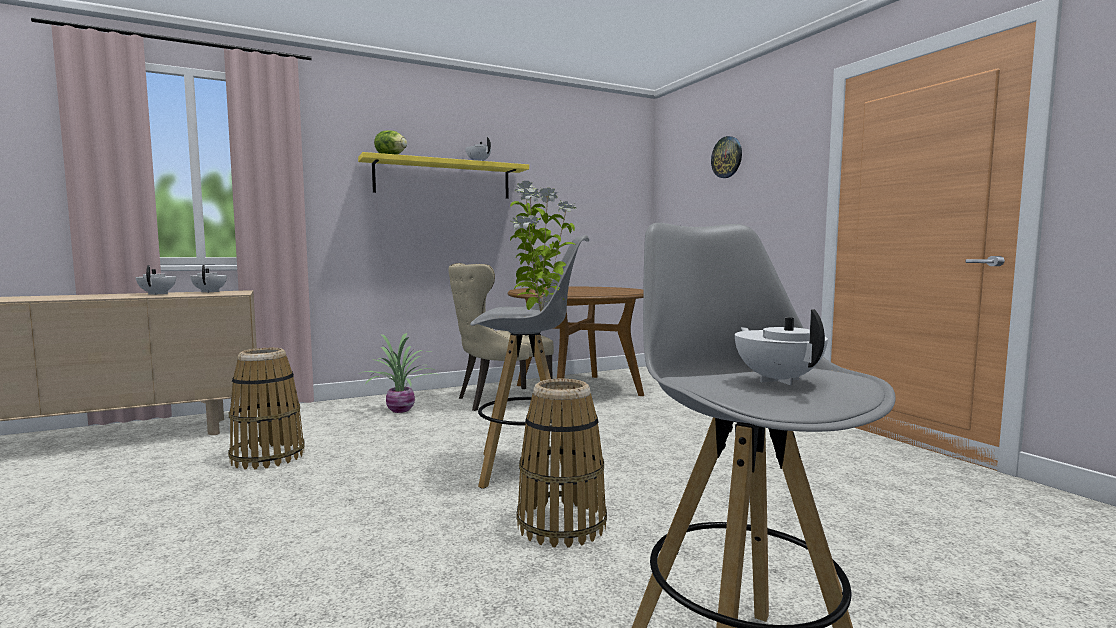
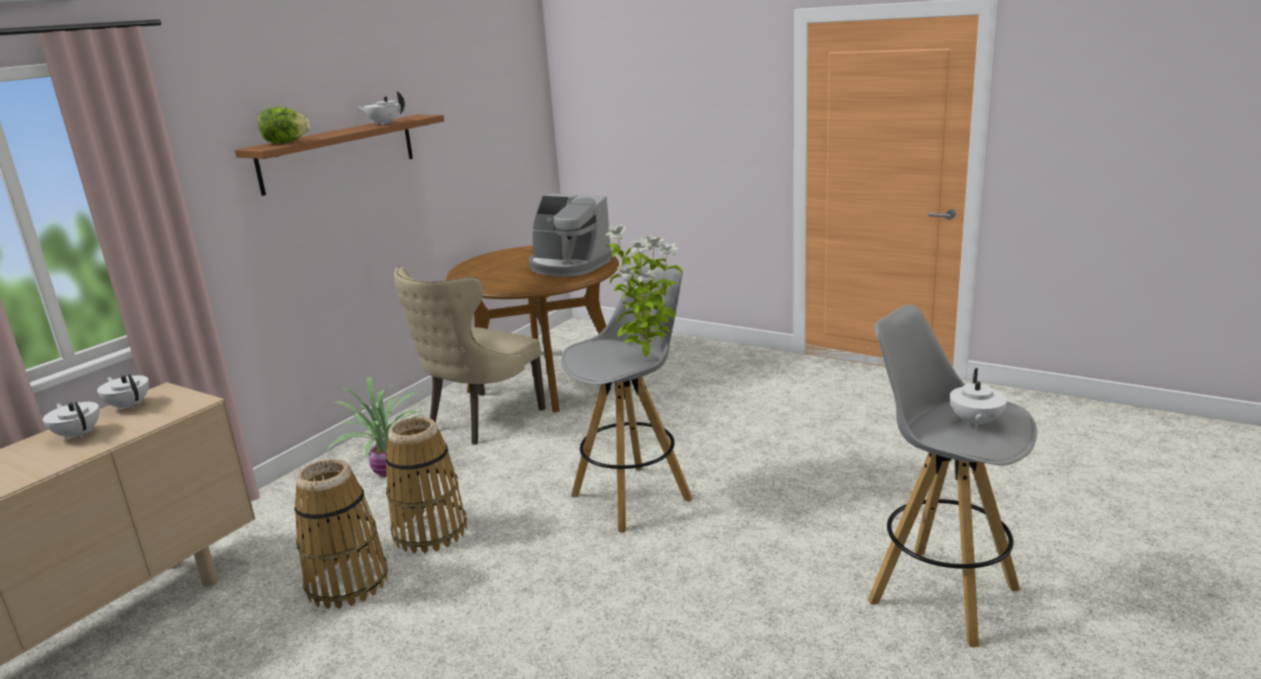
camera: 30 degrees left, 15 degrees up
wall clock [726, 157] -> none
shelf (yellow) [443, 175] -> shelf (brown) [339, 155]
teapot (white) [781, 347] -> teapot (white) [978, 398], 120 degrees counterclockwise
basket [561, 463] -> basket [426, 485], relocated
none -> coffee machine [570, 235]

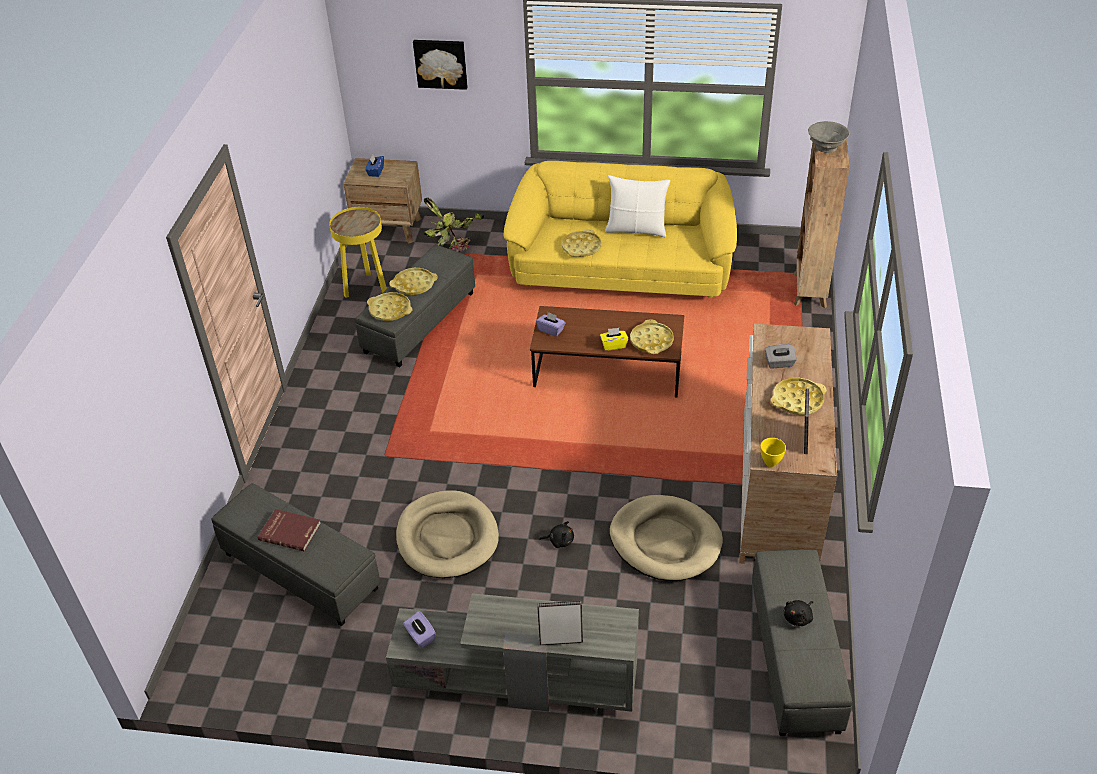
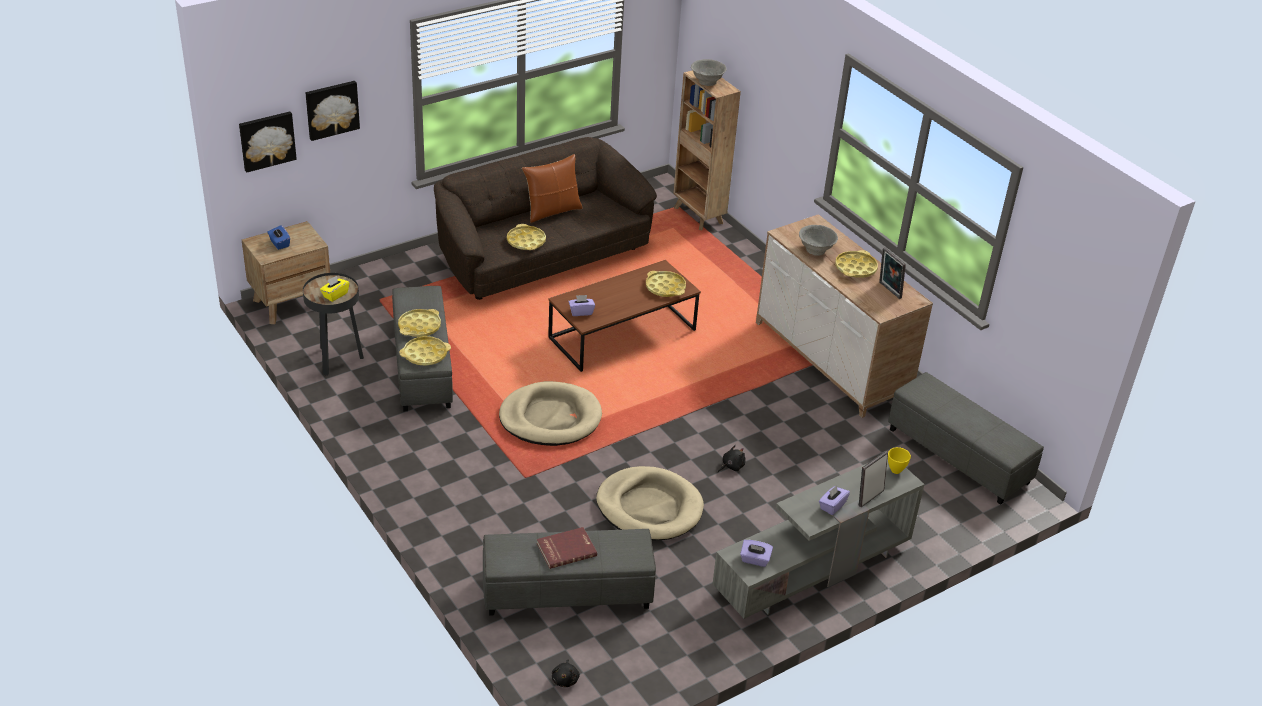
camera: 45 degrees left, 5 degrees down
sofa (yellow) [620, 229] -> sofa (brown) [545, 218]
pillow (white) [637, 206] -> pillow (brown) [552, 188]
potted plant [454, 224] -> none
side table (yellow) [358, 252] -> side table (black) [333, 324]
tissue box (yellow) [614, 339] -> tissue box (yellow) [334, 288], relocated
tissue box (grey) [781, 356] -> bowl (grey) [818, 240]
bowl (yellow) [773, 452] -> bowl (yellow) [899, 460], relocated
dog bed (beige) [666, 538] -> dog bed (beige) [550, 413], relocated
plush toy (black) [799, 613] -> plush toy (black) [566, 673], relocated
none -> picture [268, 142]
none -> tissue box (purple) [834, 500]

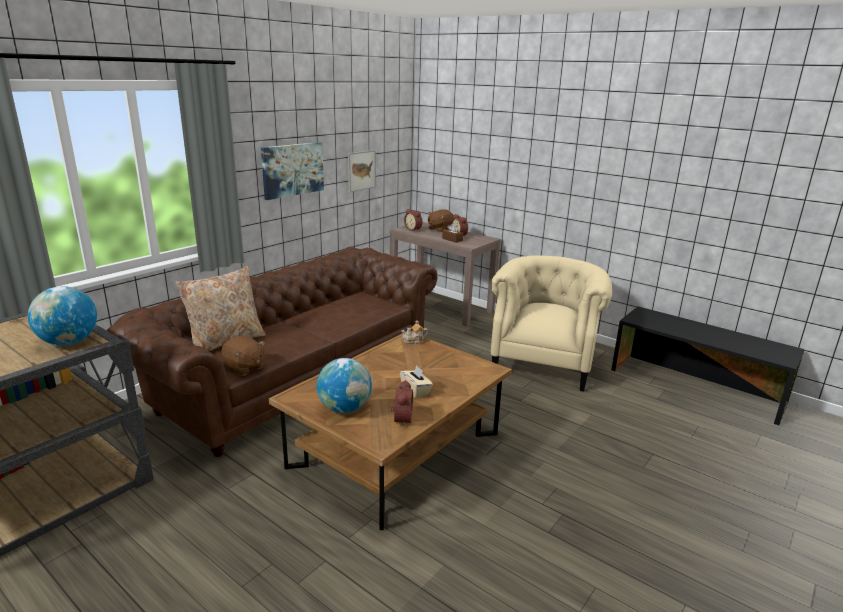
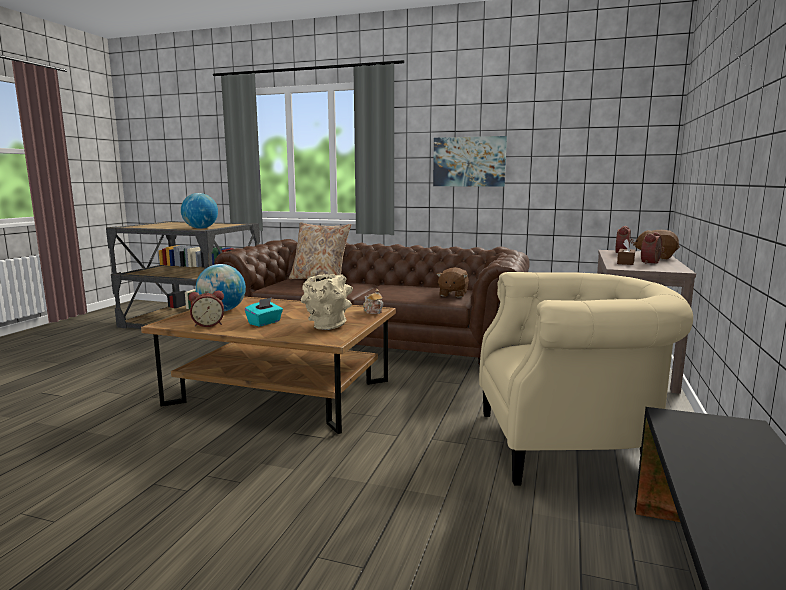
camera: 70 degrees right, 10 degrees down
picture [362, 171] -> none
plush toy (brown) [243, 356] -> plush toy (brown) [452, 282], relocated
tissue box (beige) [416, 381] -> tissue box (turquoise) [264, 312]
none -> vase (beige) [327, 302]

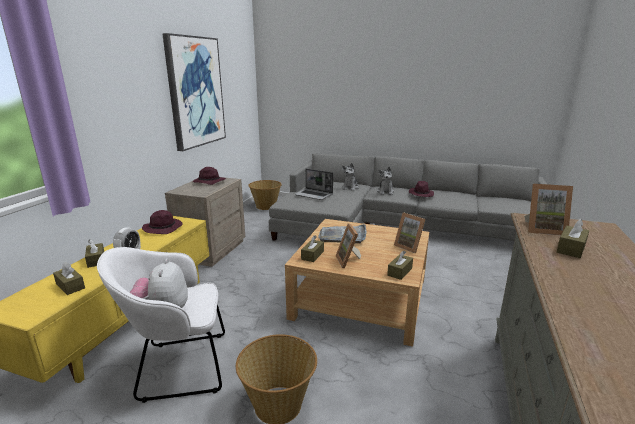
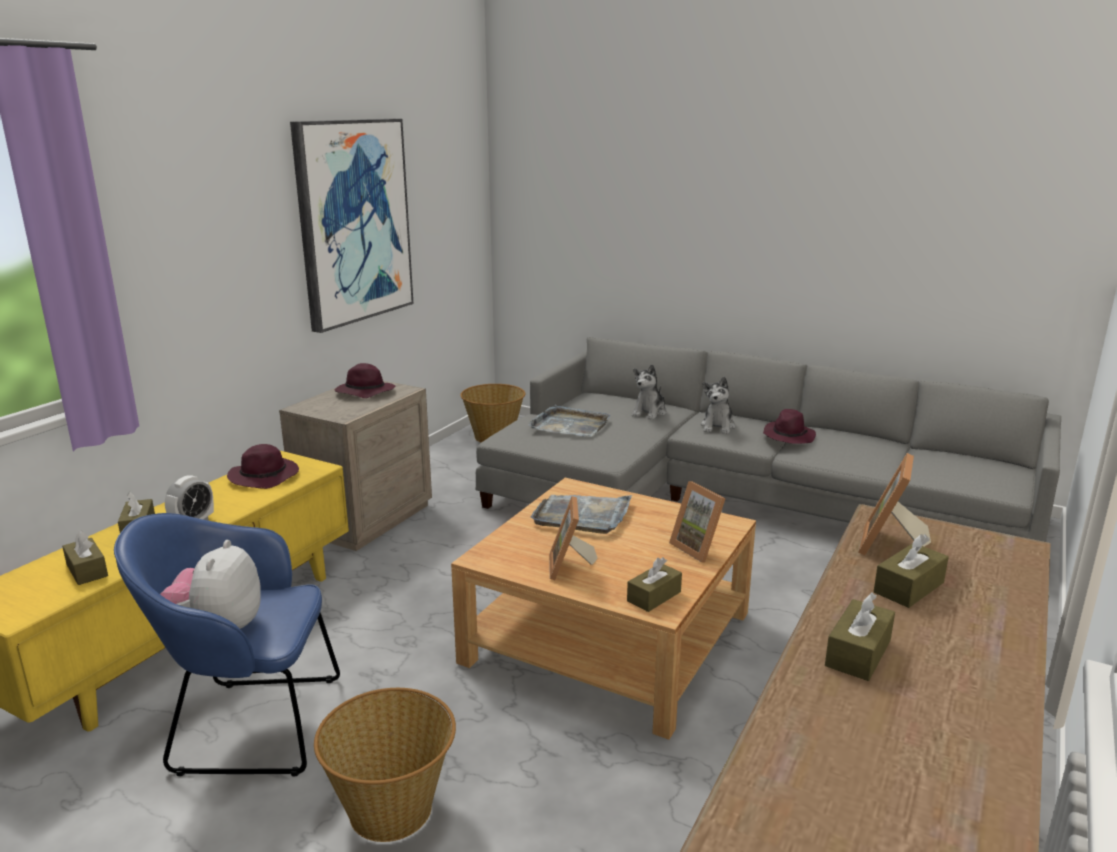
camera: 10 degrees right, 0 degrees up
laptop [313, 184] -> tray (grey) [569, 421]
picture frame [548, 210] -> picture frame [894, 504], 90 degrees clockwise
tissue box (brown) [312, 249] -> tissue box (brown) [860, 636], relocated
armchair (white) [161, 325] -> armchair (blue) [227, 645]

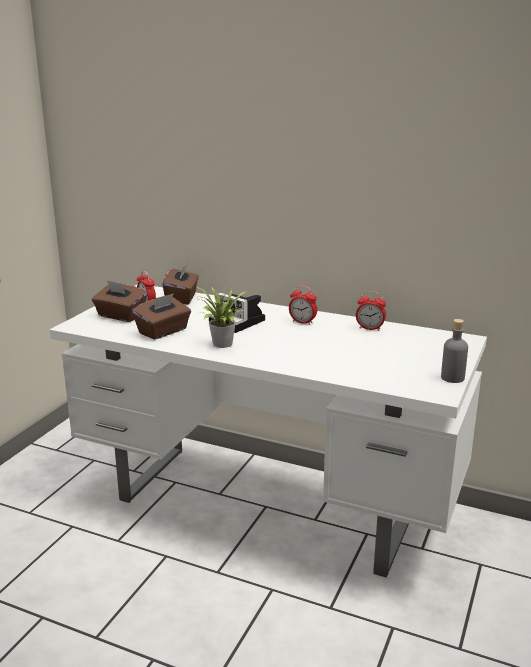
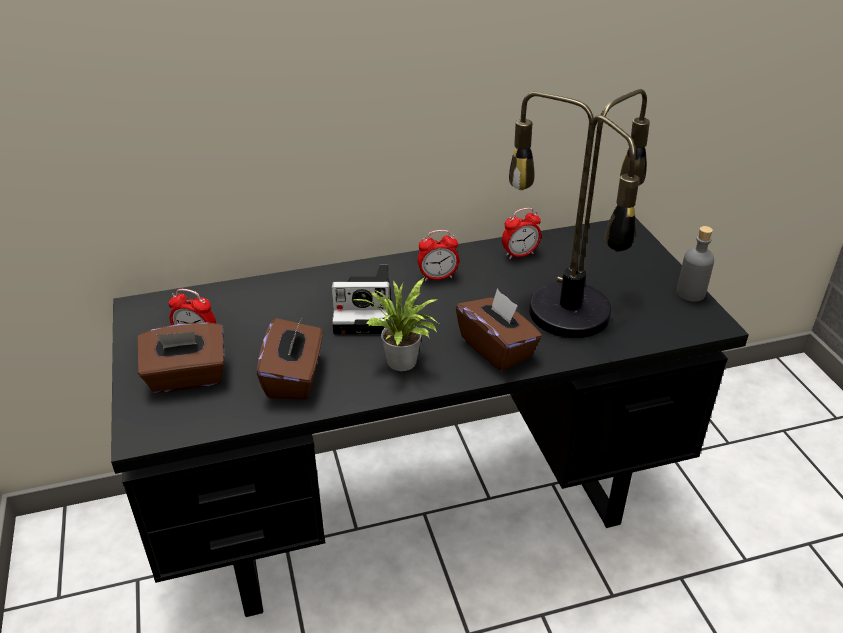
camera: 40 degrees left, 15 degrees up
tissue box (brown) [180, 283] -> tissue box (brown) [499, 329], relocated
desk (white) [268, 431] -> desk (black) [430, 417]
none -> table lamp [579, 213]

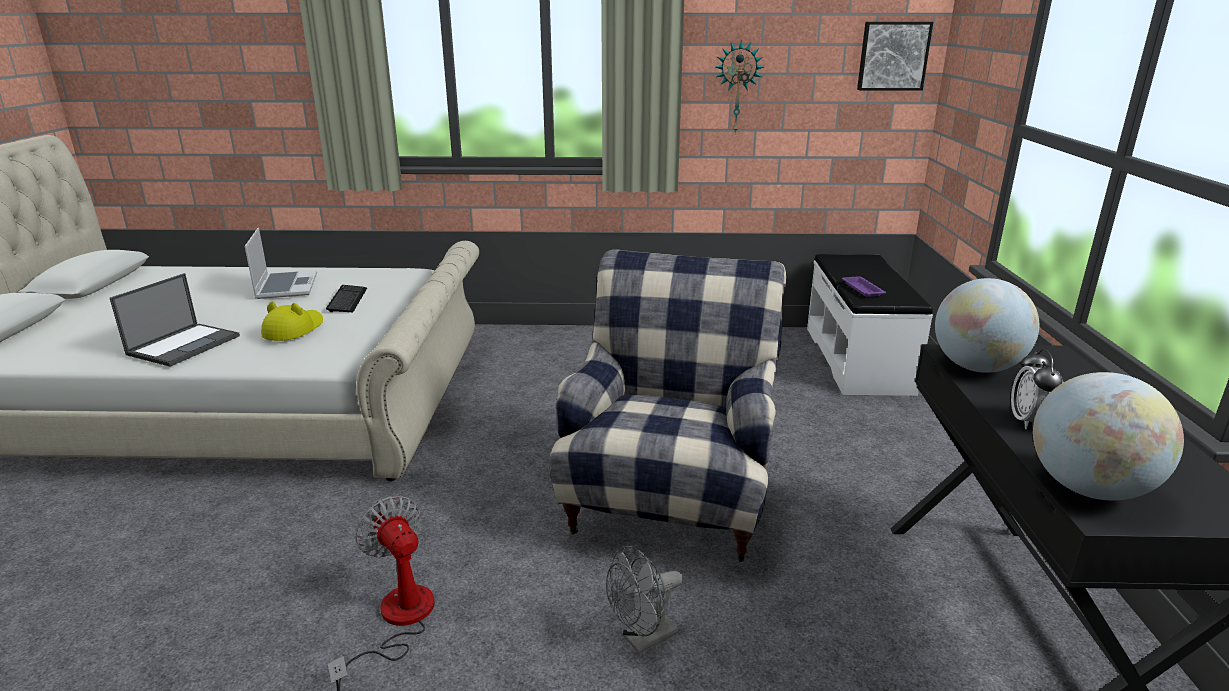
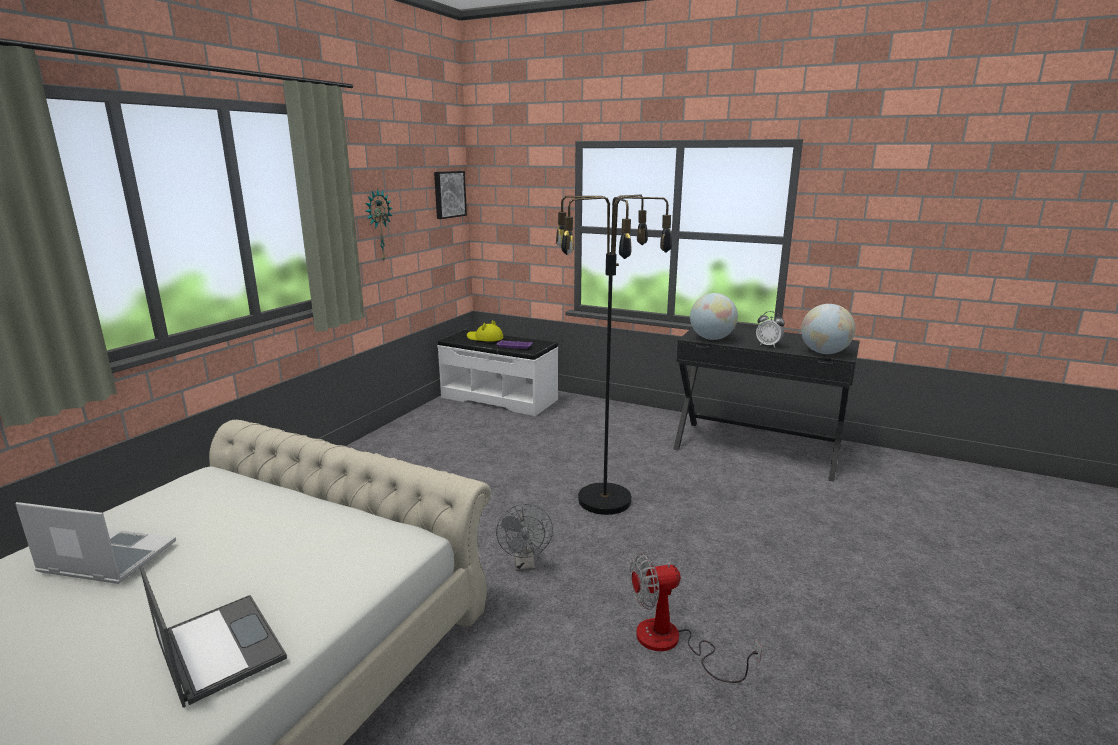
camera: 65 degrees left, 5 degrees down
armchair [668, 406] -> floor lamp [614, 355]
keyboard [346, 298] -> none
hat (yellow) [292, 321] -> hat (yellow) [485, 331], relocated
fan (grey) [644, 600] -> fan (grey) [524, 537], relocated

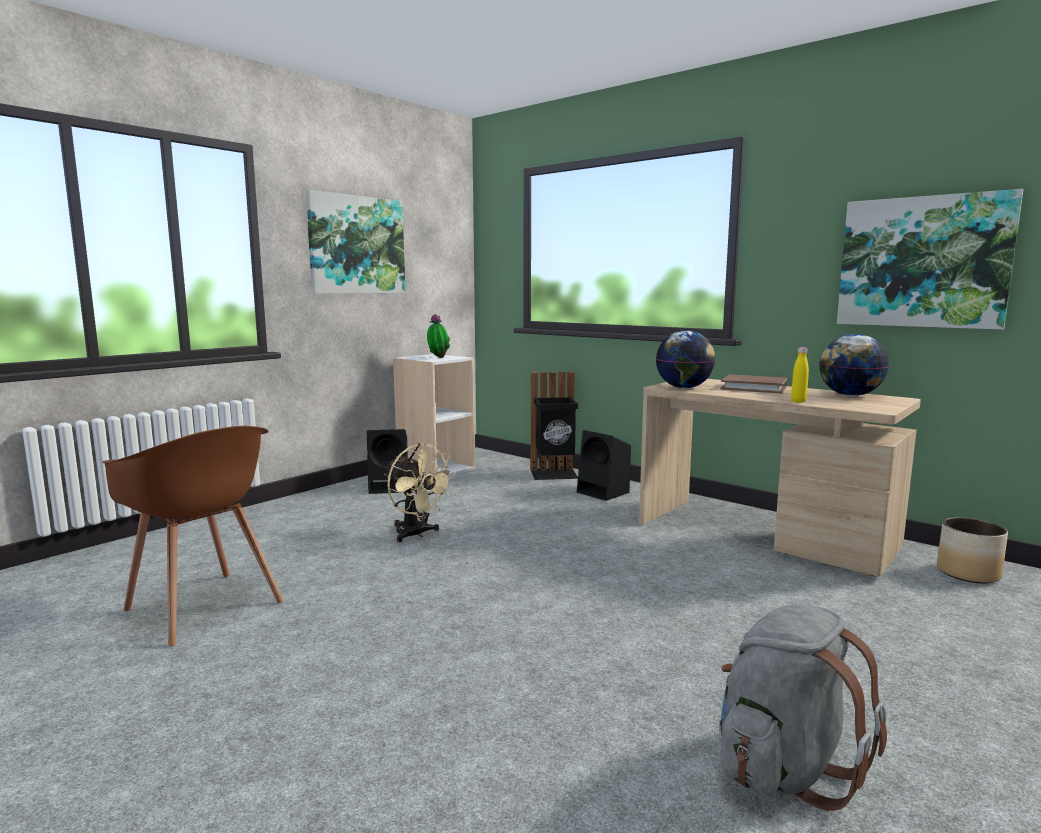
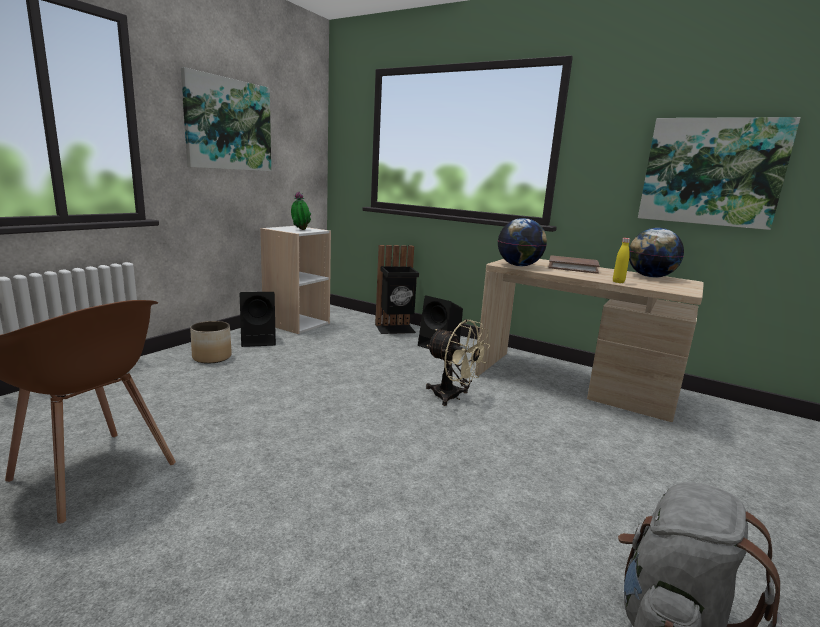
camera: 10 degrees left, 5 degrees up
fan (beige) [420, 492] -> fan (beige) [458, 362], relocated
planter [972, 550] -> planter [211, 342], relocated

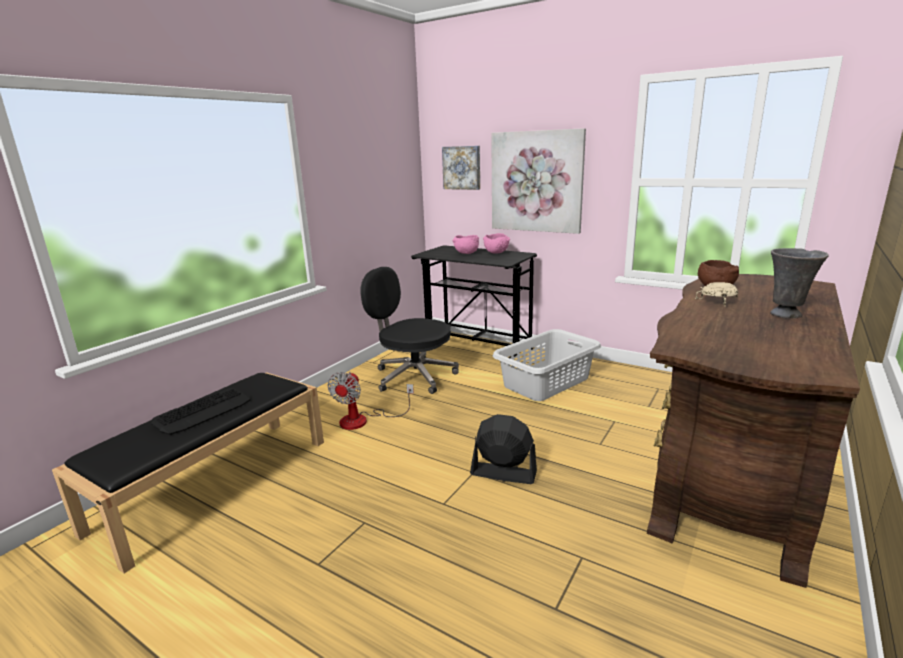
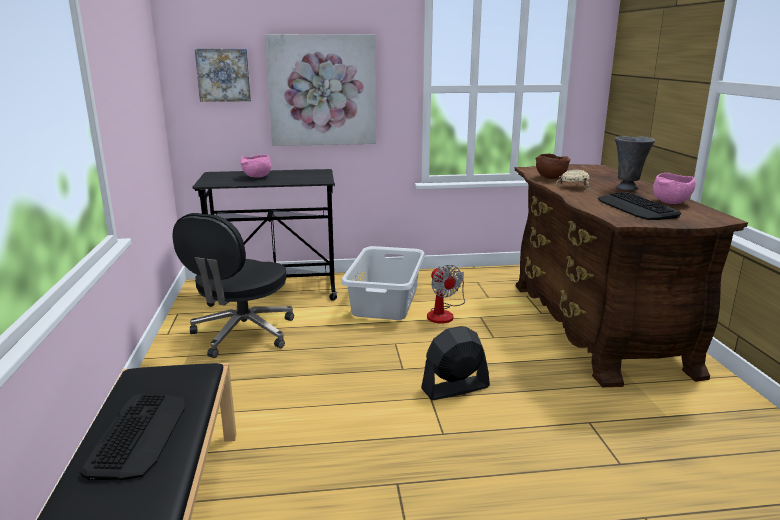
camera: 40 degrees left, 0 degrees up
bowl (pink) [496, 243] -> bowl (pink) [674, 188], relocated
office chair (black) [409, 330] -> office chair (black) [233, 285], 60 degrees counterclockwise
fan [371, 401] -> fan [446, 294], relocated
none -> keyboard [639, 206]

